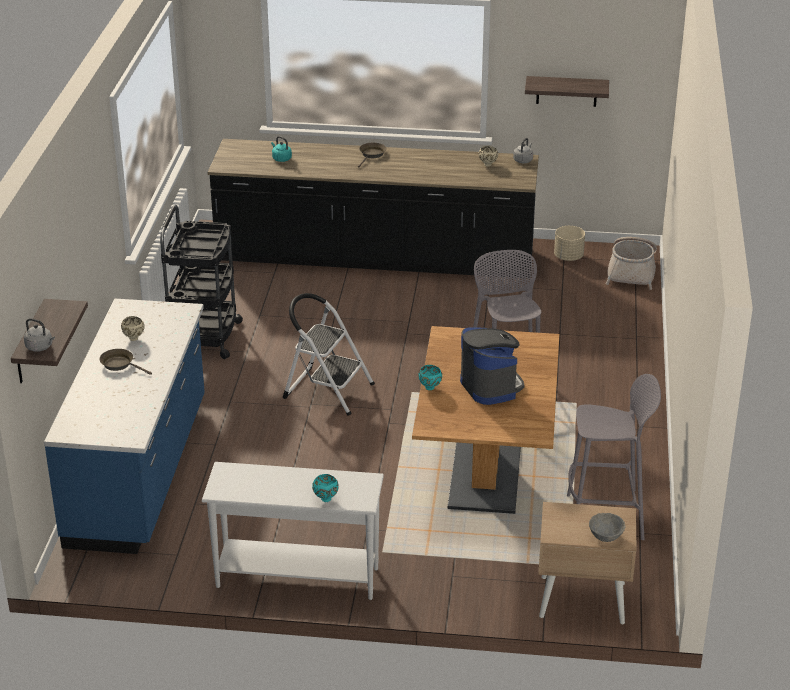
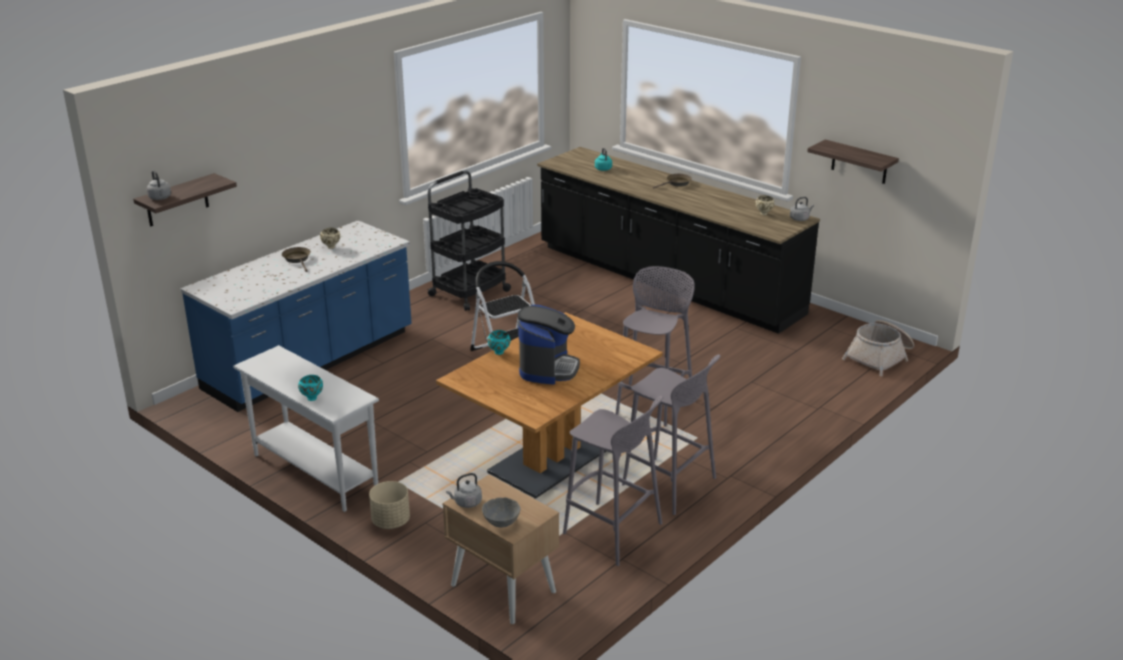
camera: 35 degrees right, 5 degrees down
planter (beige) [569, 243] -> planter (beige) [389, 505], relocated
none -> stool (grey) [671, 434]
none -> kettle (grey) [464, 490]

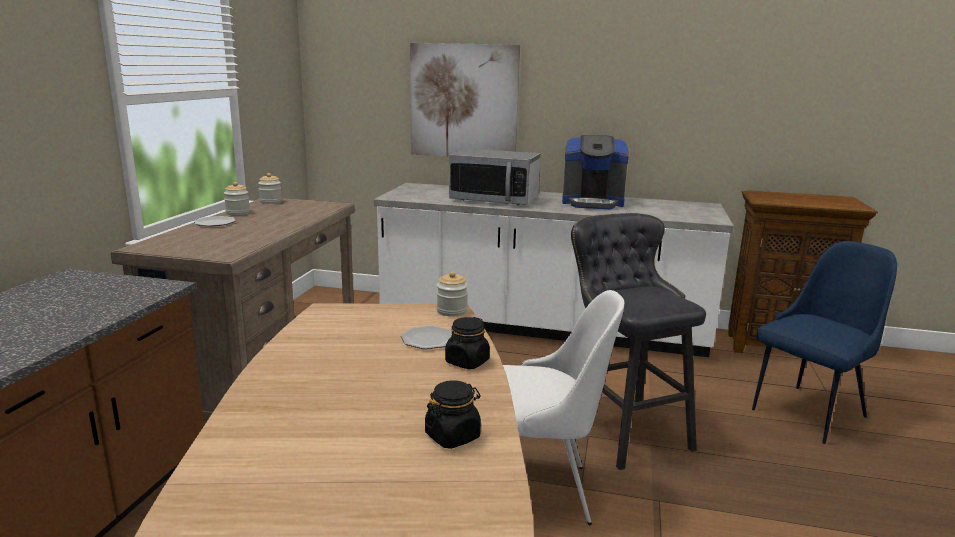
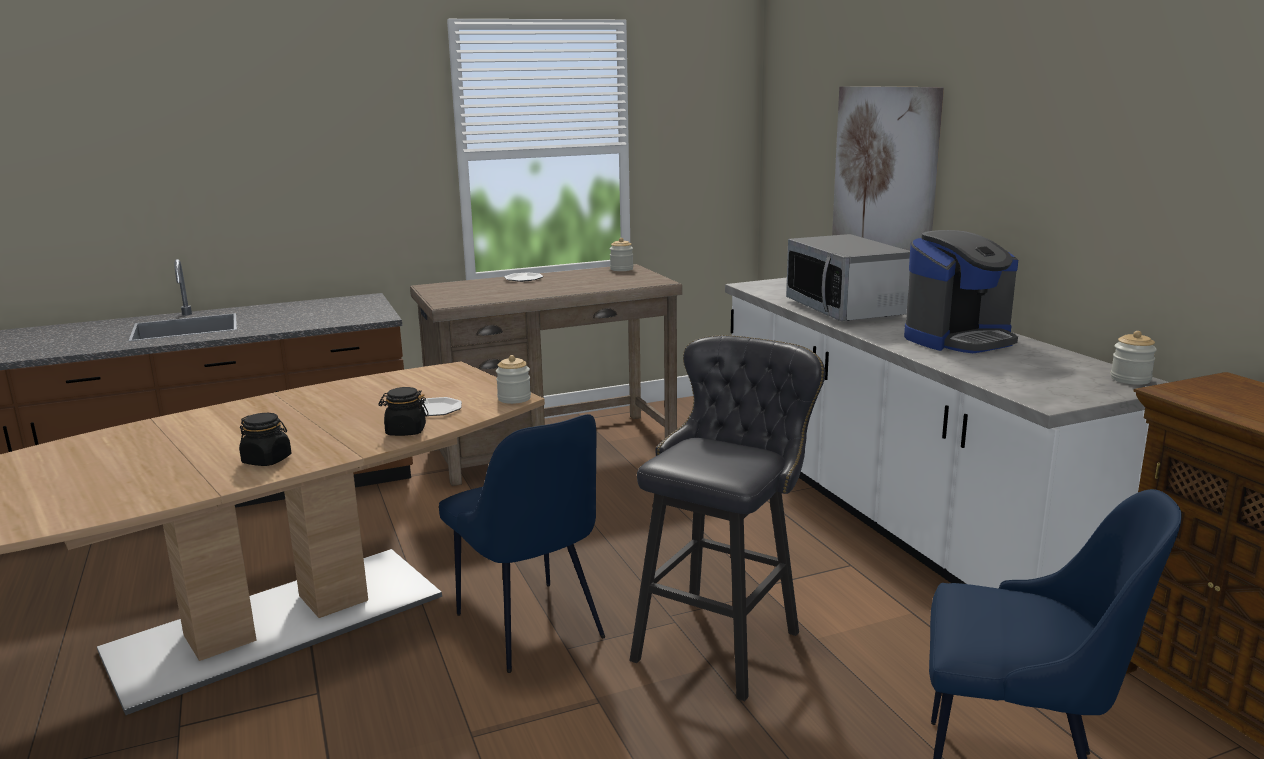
camera: 55 degrees right, 0 degrees up
coffee machine [595, 172] -> coffee machine [961, 291], 90 degrees counterclockwise
jar [237, 198] -> jar [1134, 358], relocated
chair (white) [563, 407] -> chair (blue) [522, 543]

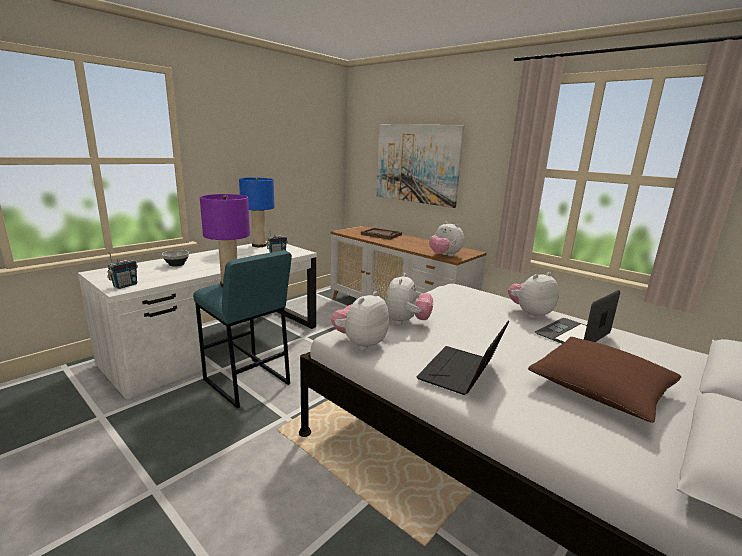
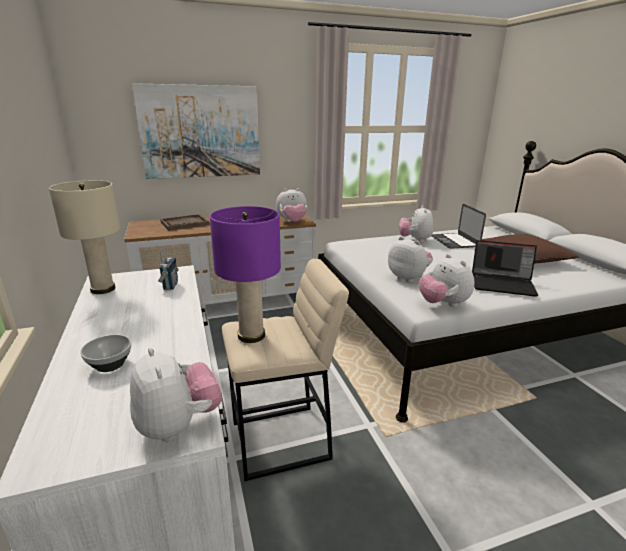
camera: 60 degrees left, 5 degrees up
table lamp (blue) [257, 212] -> table lamp (beige) [84, 237]
radio [122, 270] -> plush toy [176, 394]
stool (turquoise) [242, 329] -> stool (beige) [285, 369]
laptop [463, 357] -> laptop [505, 268], 45 degrees counterclockwise

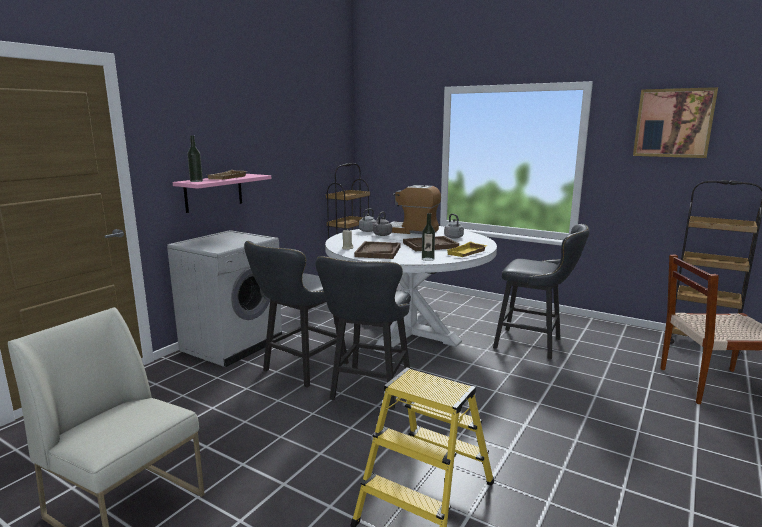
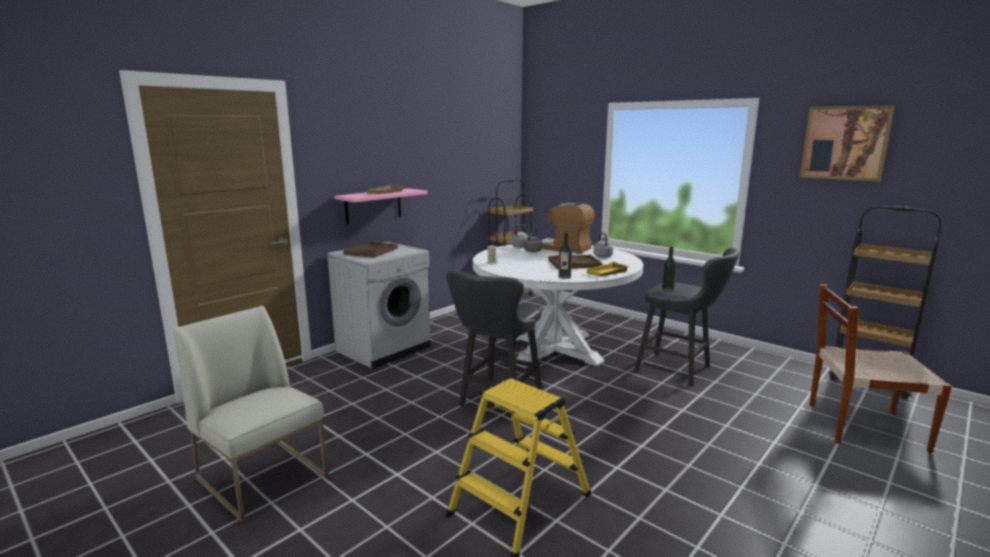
camera: 10 degrees right, 0 degrees up
bottle [195, 159] -> bottle [669, 269], relocated
stool (grey) [296, 314] -> none
tray (brown) [377, 250] -> tray (brown) [370, 250], relocated

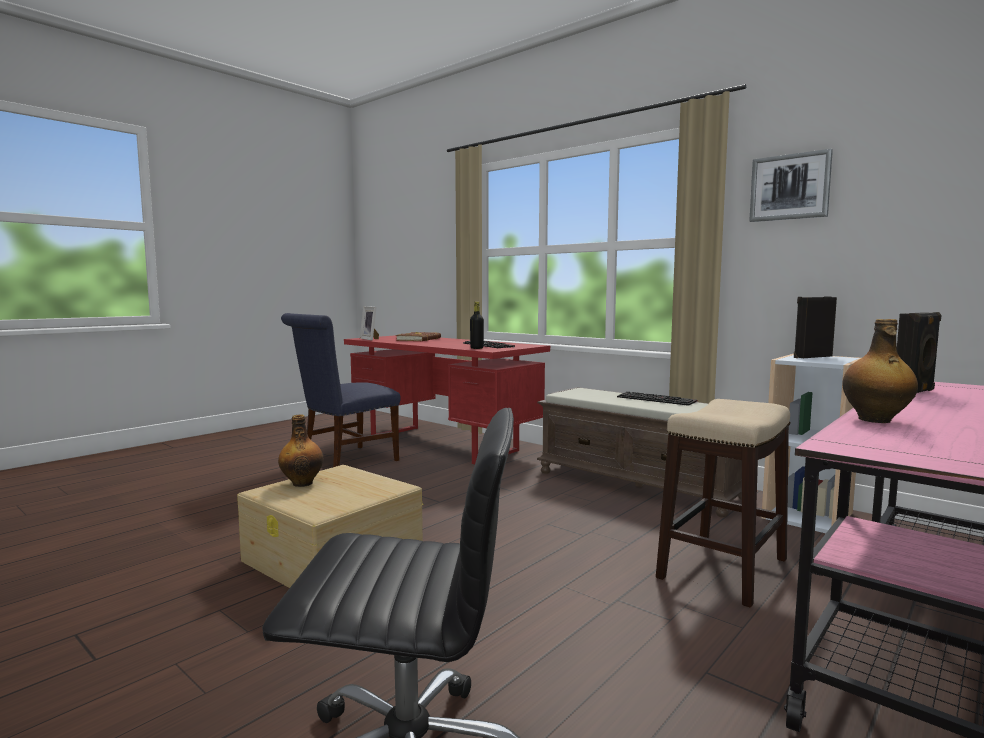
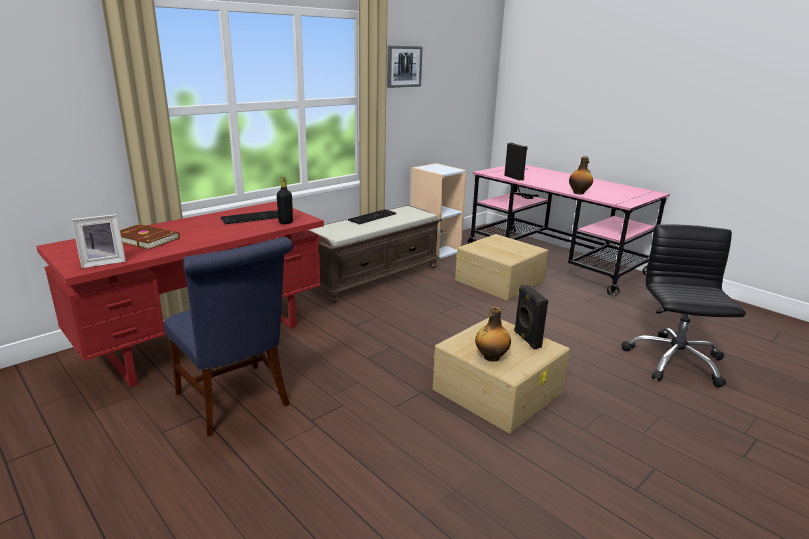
camera: 85 degrees left, 15 degrees up
speaker (black) [815, 327] -> speaker (black) [531, 317], relocated
stool [723, 503] -> storage box (beige) [501, 267]

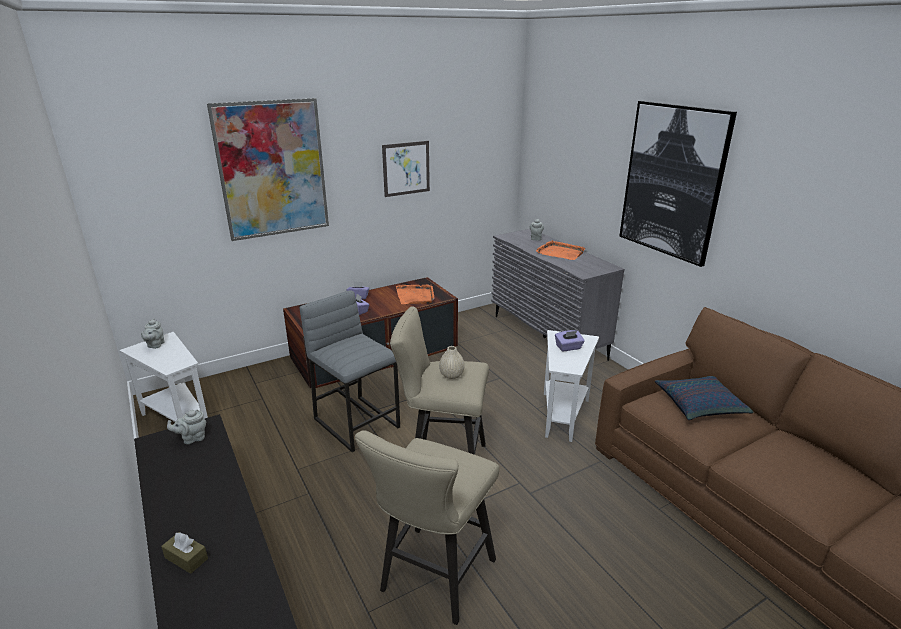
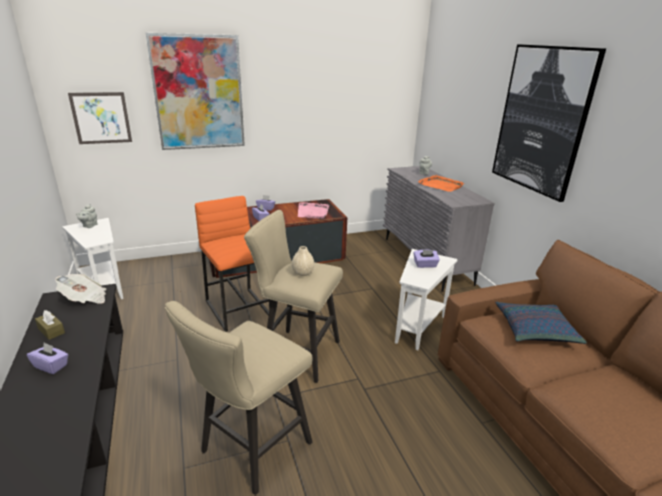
camera: 10 degrees right, 0 degrees up
picture [406, 169] -> picture [100, 118], relocated
tray (orange) [415, 294] -> tray (pink) [313, 210]
stool (grey) [350, 371] -> stool (orange) [233, 264]
teapot (grey) [186, 426] -> newspaper [80, 289]
tissue box (brown) [184, 553] -> tissue box (brown) [50, 325], relocated
none -> tissue box (purple) [47, 358]

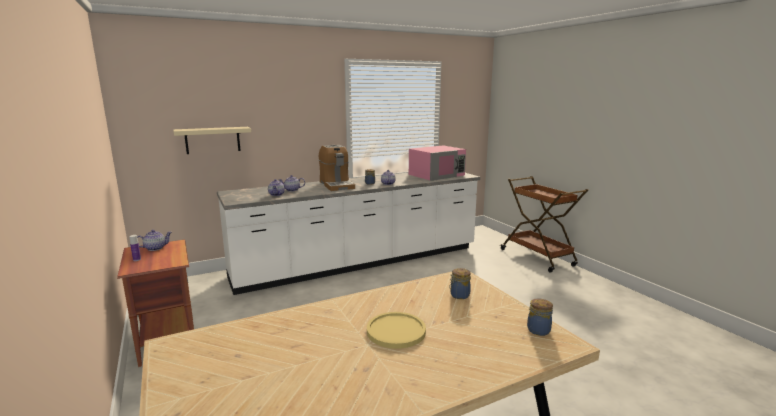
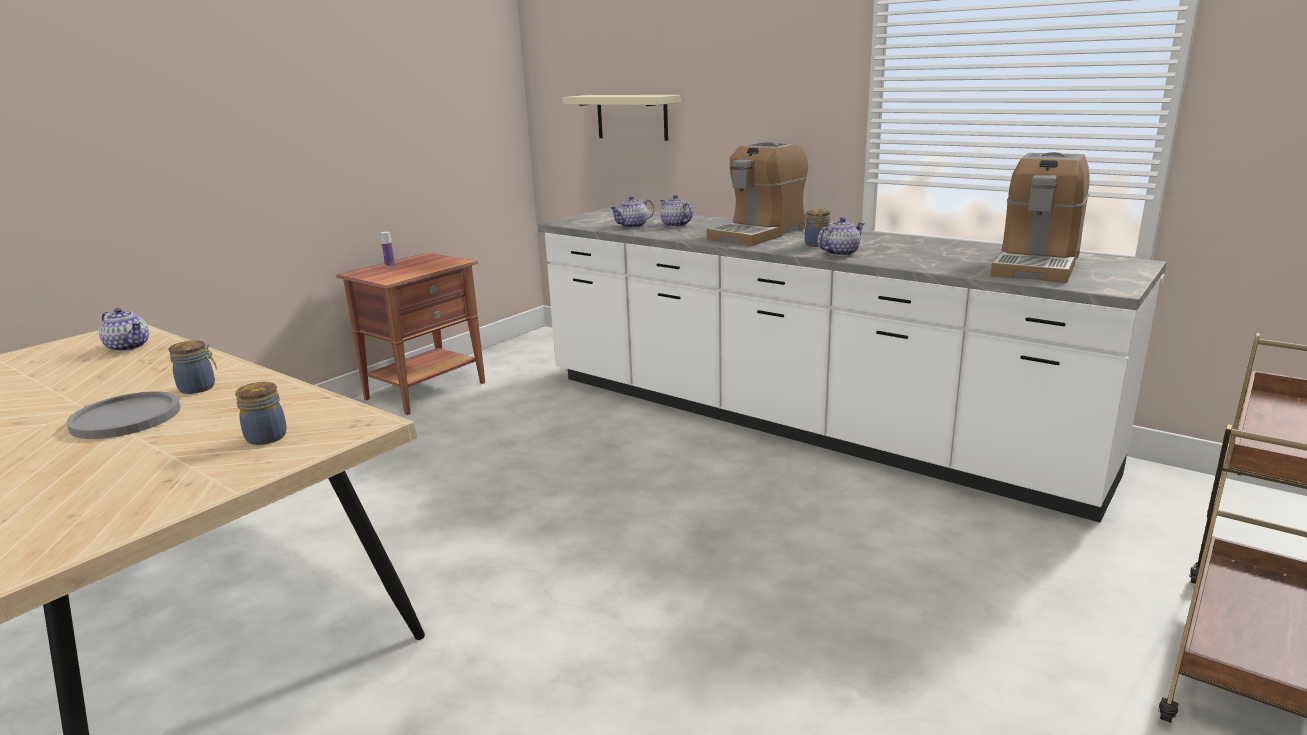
camera: 65 degrees right, 5 degrees up
microwave (pink) [437, 163] -> coffee machine [1040, 217]
teapot [154, 240] -> teapot [124, 330], relocated
jar [540, 317] -> jar [192, 367], relocated
plate (yellow) [396, 330] -> plate (grey) [123, 415]

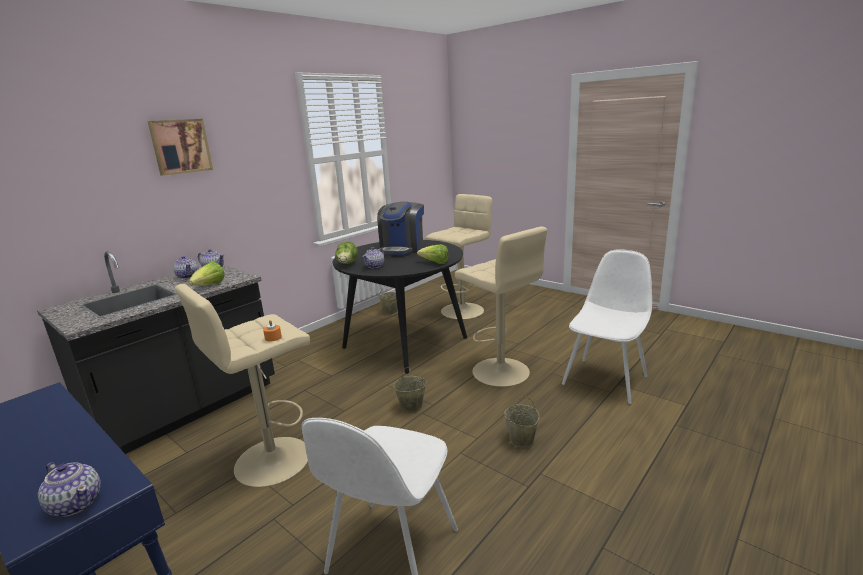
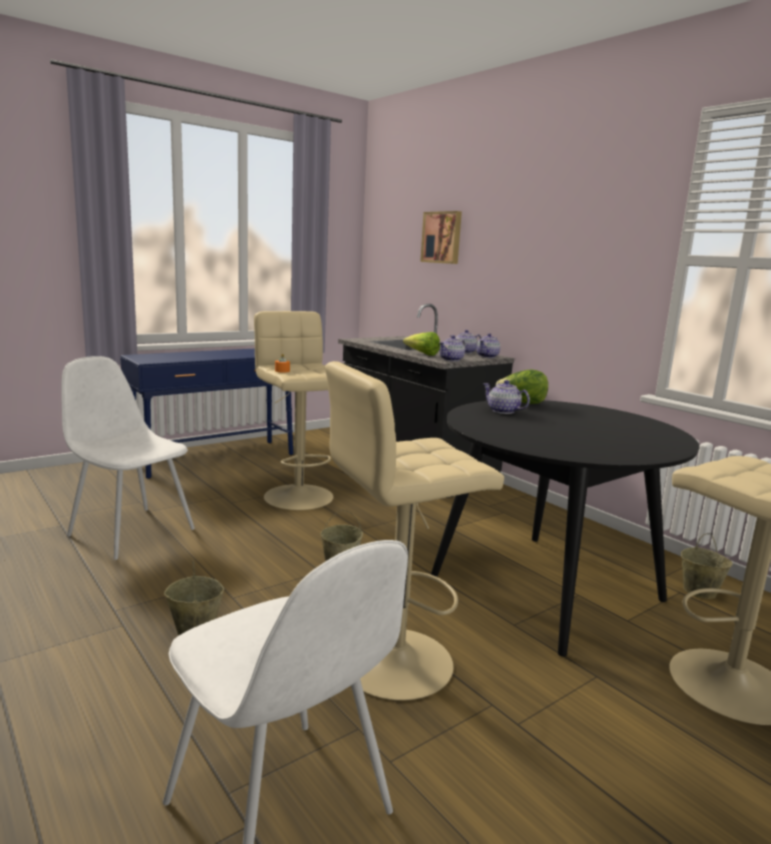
camera: 100 degrees right, 5 degrees down
picture [180, 147] -> picture [441, 237], relocated
coffee machine [400, 228] -> none
lettuce [433, 254] -> none
teapot [69, 489] -> teapot [452, 348], relocated

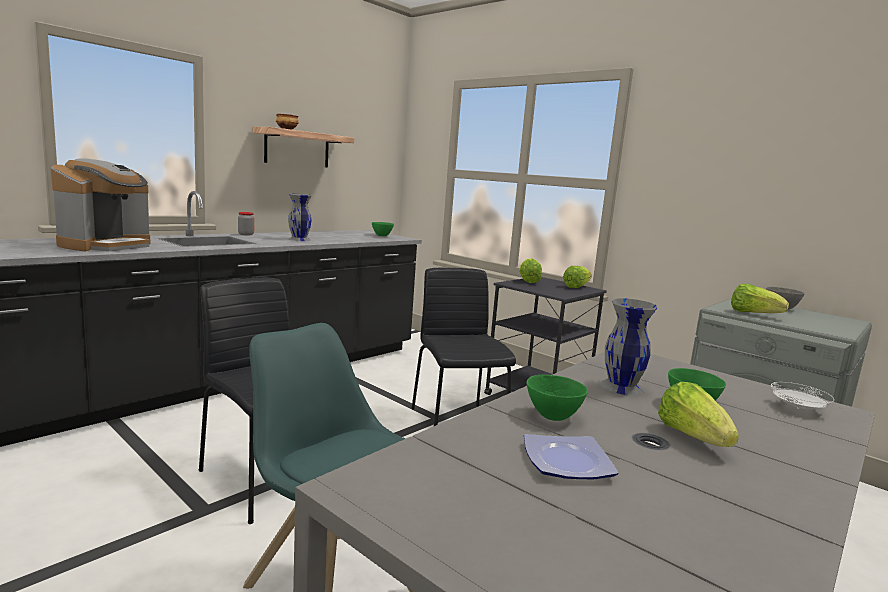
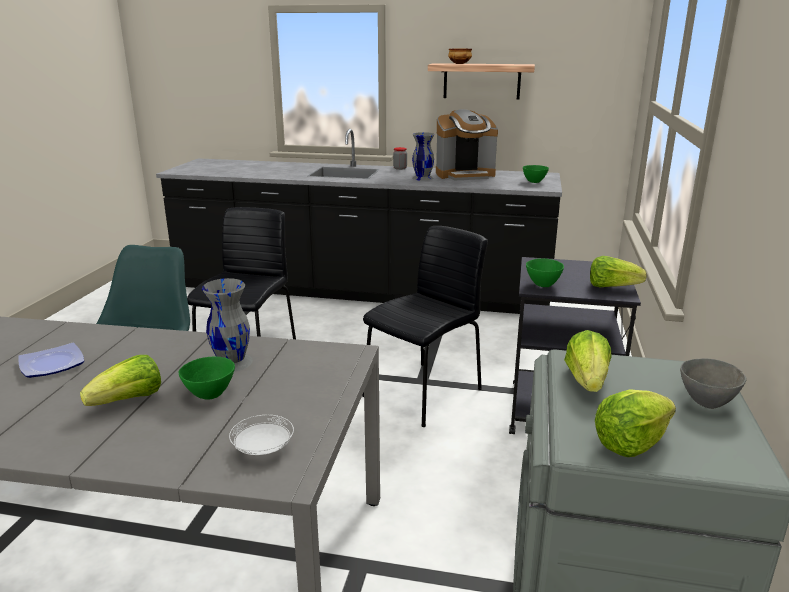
camera: 60 degrees right, 10 degrees up
coffee machine [100, 204] -> coffee machine [467, 144], relocated
lettuce [530, 270] -> lettuce [635, 423], relocated
bowl (green) [557, 398] -> bowl (green) [545, 272], relocated

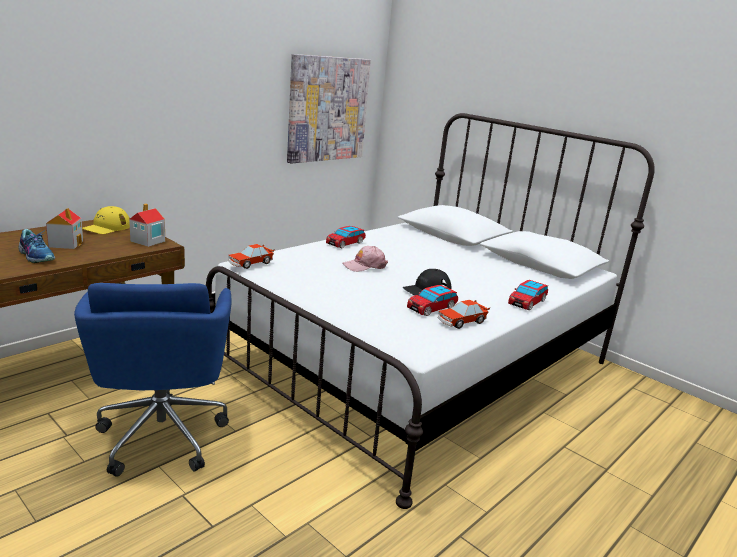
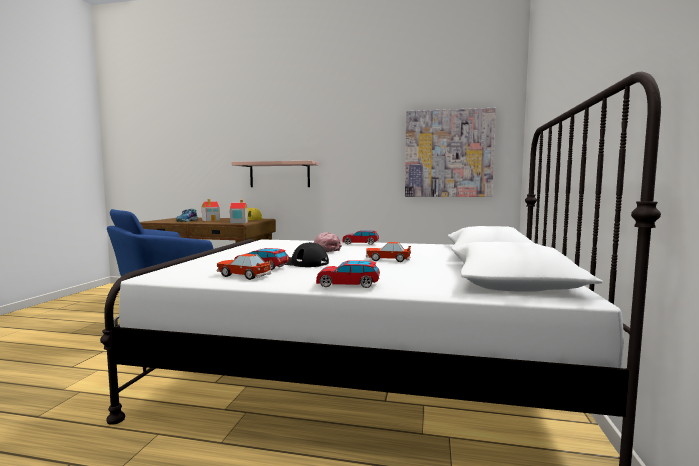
camera: 60 degrees right, 15 degrees down
toy car [251, 256] -> toy car [388, 252], relocated
none -> shelf [275, 174]

